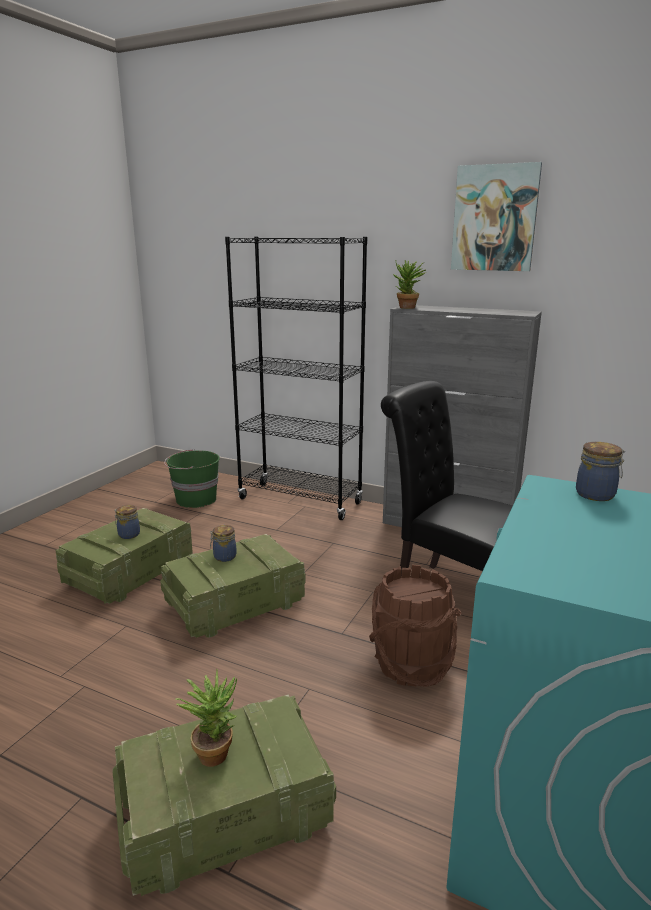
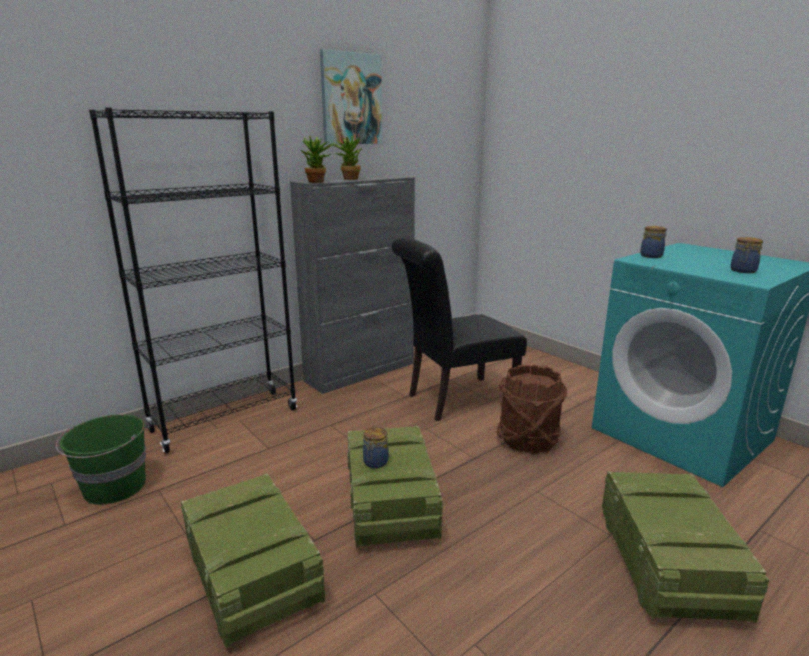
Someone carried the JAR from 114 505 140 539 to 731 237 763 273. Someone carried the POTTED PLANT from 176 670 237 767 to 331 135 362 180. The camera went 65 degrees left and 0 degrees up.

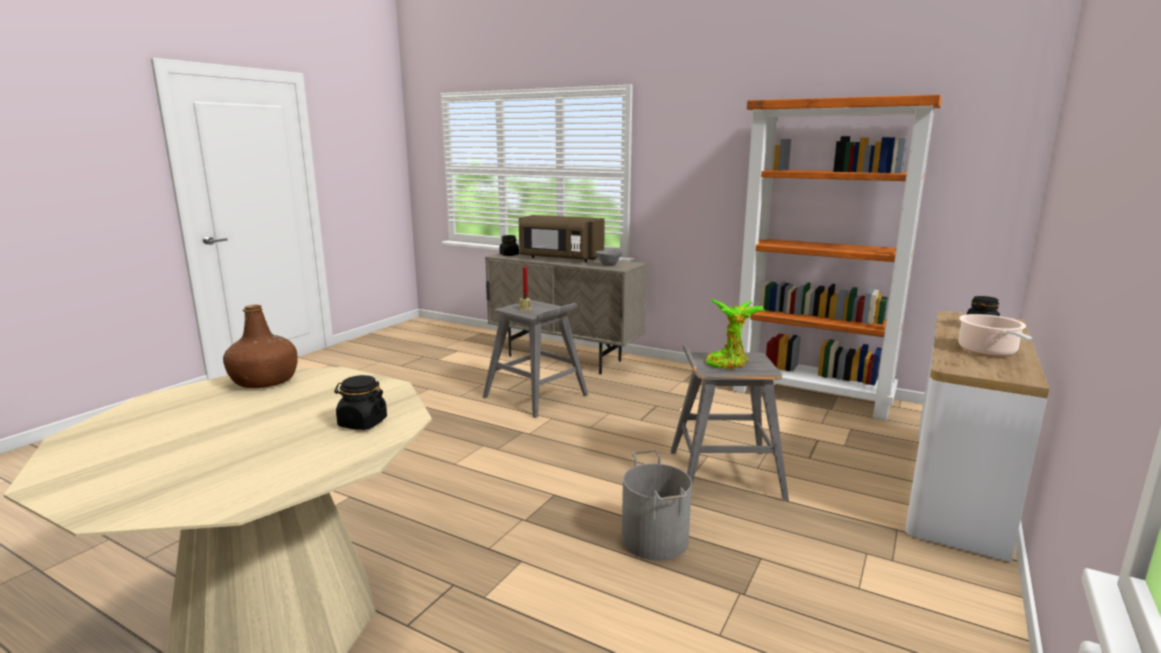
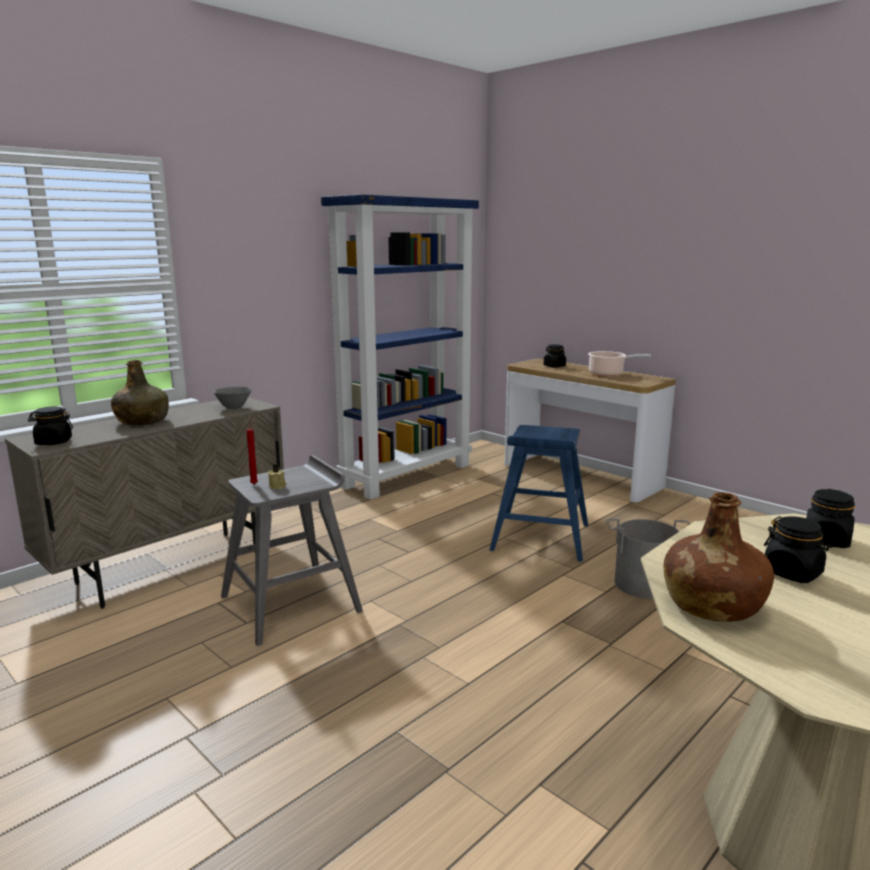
Someone repainted the ORANGE BOOKCASE at 733 95 942 420, which became the BLUE BOOKCASE at 321 194 479 500. Someone swapped the BROWN MICROWAVE at 519 215 605 262 for the GREEN BOTTLE at 111 360 169 425. Someone took away the POTTED PLANT at 706 299 766 369. Someone repainted the GREY STOOL at 670 344 789 501, which became the BLUE STOOL at 489 425 588 562. Someone put down the BLACK JAR at 764 516 833 583. The camera went 75 degrees left and 0 degrees up.

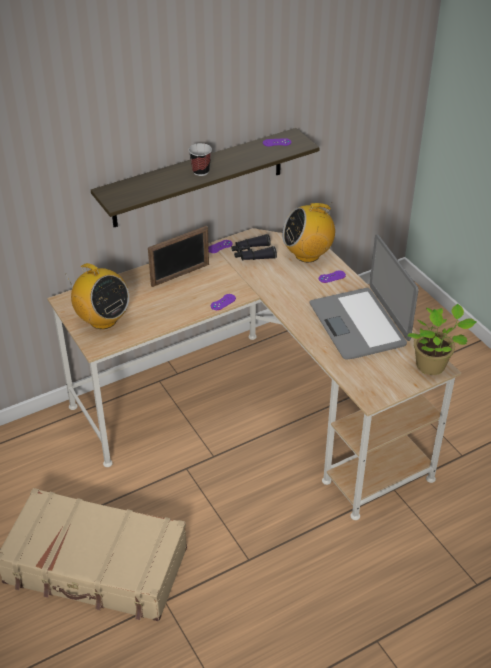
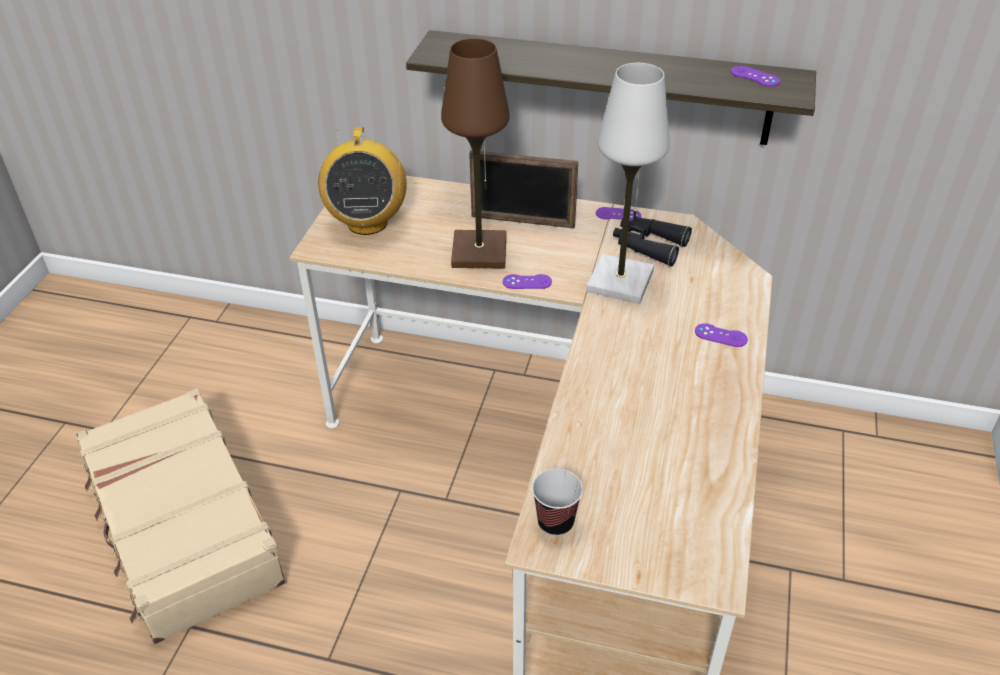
Someone carried the CUP from 189 143 212 176 to 532 469 583 536. Someone took away the RADIO at 282 202 335 262. Someone took away the LAPTOP at 310 234 419 360. Someone took away the POTTED PLANT at 407 304 476 375. Someone put down the BROWN TABLE LAMP at 441 38 510 268. Someone put down the WHITE TABLE LAMP at 586 63 670 304. The camera went 45 degrees right and 0 degrees up.

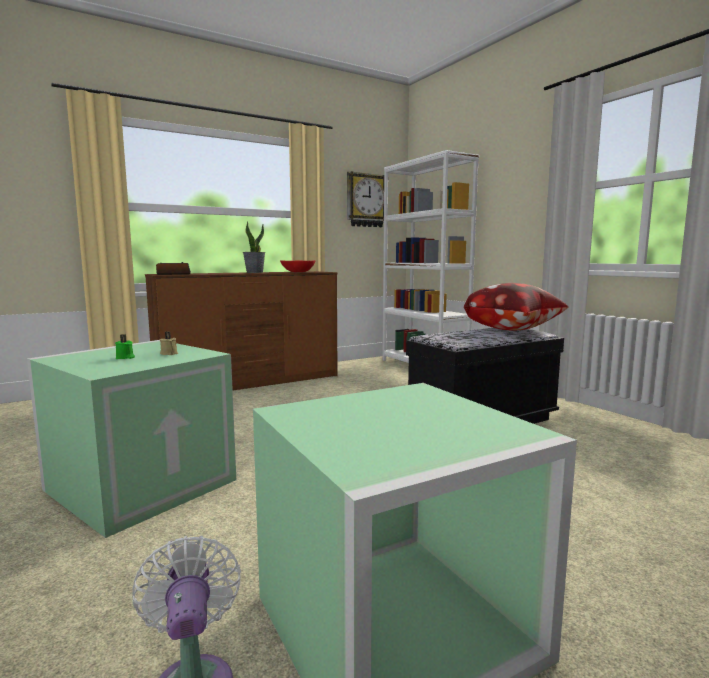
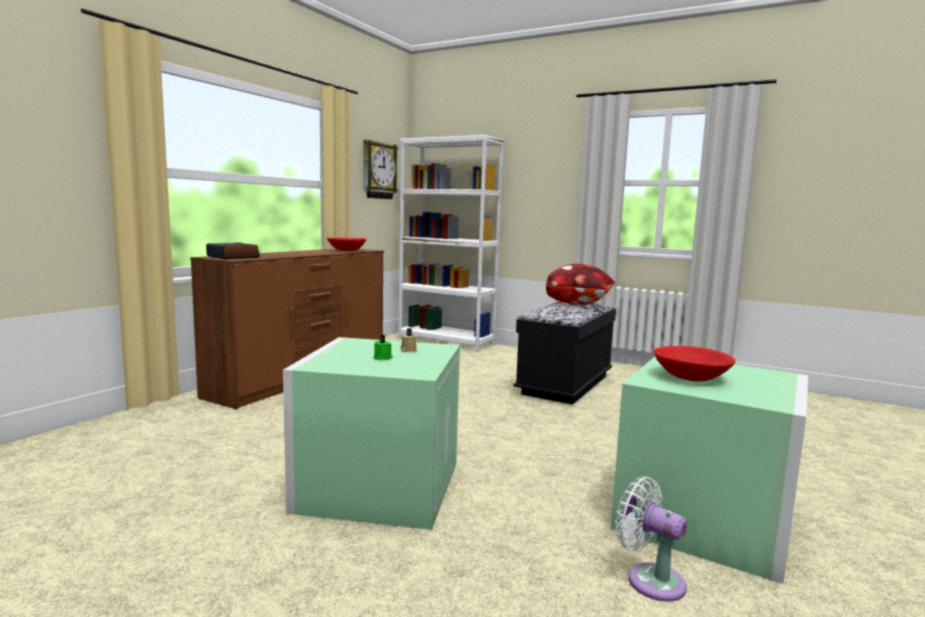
Someone took away the POTTED PLANT at 243 222 266 273. Someone put down the RED BOWL at 653 346 736 381. The camera went 30 degrees left and 0 degrees up.

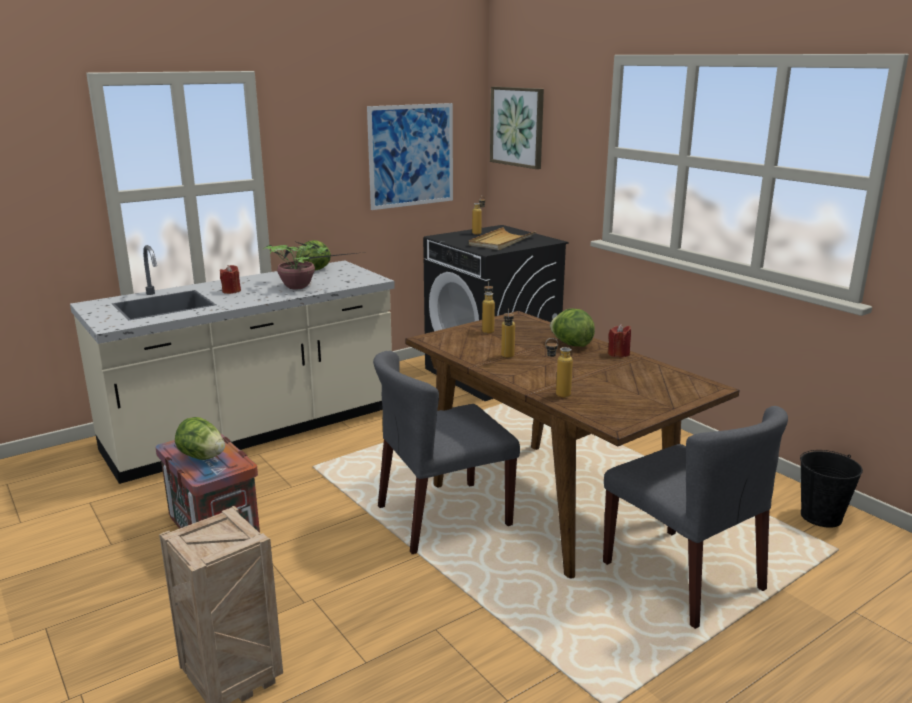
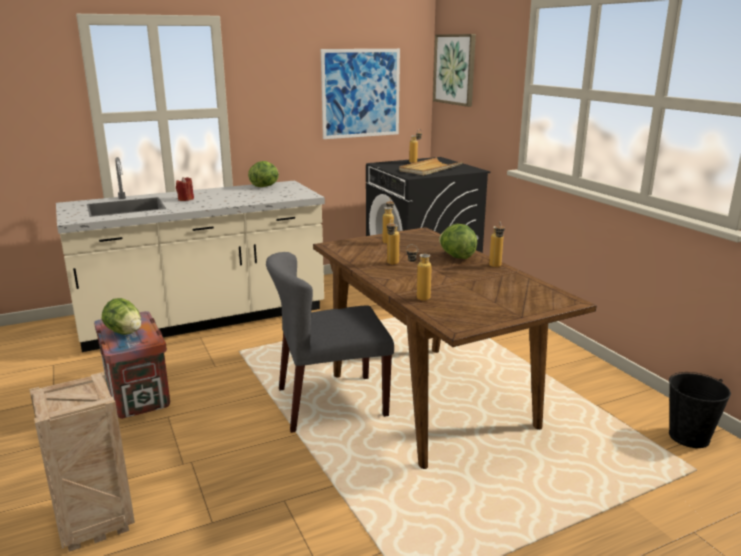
Someone took away the POTTED PLANT at 262 241 365 290. Someone swapped the RED CANDLE at 608 324 631 357 for the BOTTLE at 489 222 505 267. Someone took away the GREY CHAIR at 603 406 788 629. The camera went 10 degrees right and 0 degrees up.

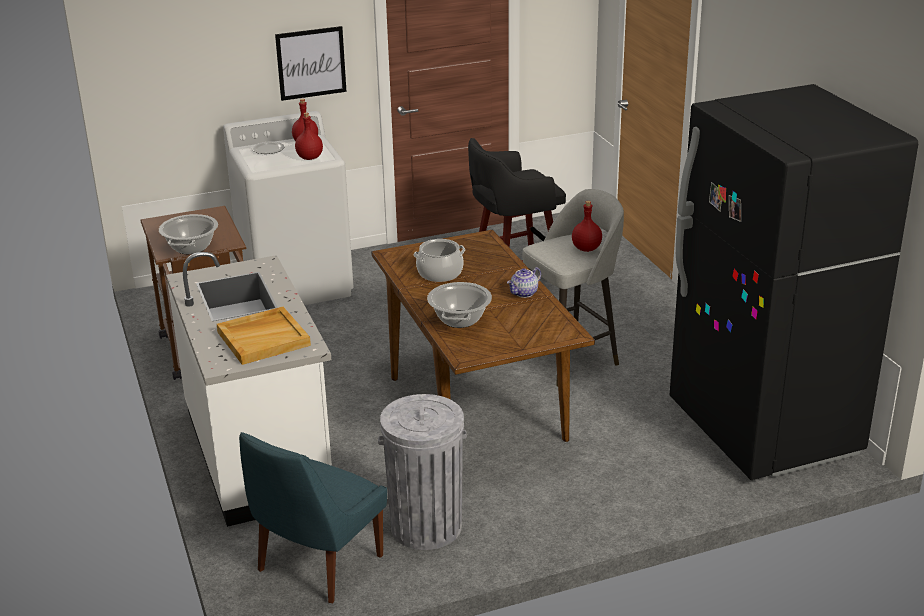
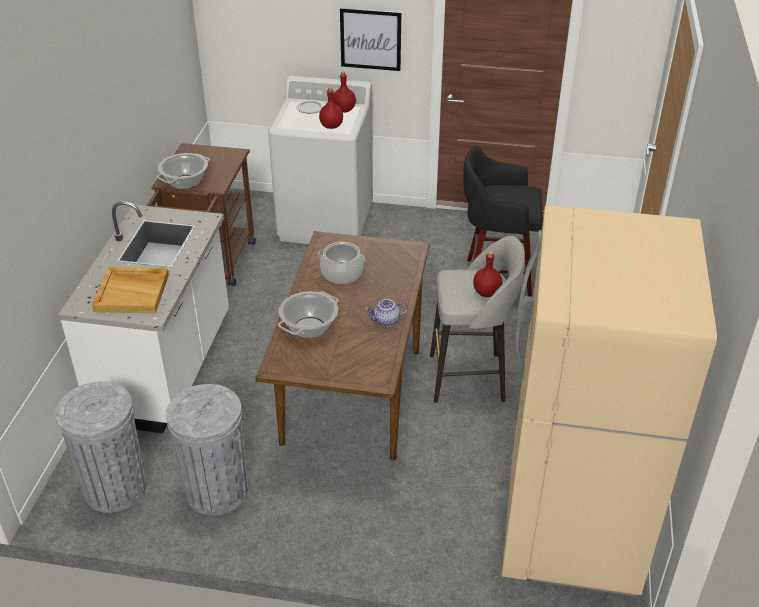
Someone repainted the BLACK FRIDGE at 670 84 918 480, which became the BEIGE FRIDGE at 502 205 717 596. Someone swapped the BLUE CHAIR at 239 432 387 603 for the GREY TRASH CAN at 55 381 147 513. The camera went 30 degrees right and 10 degrees up.

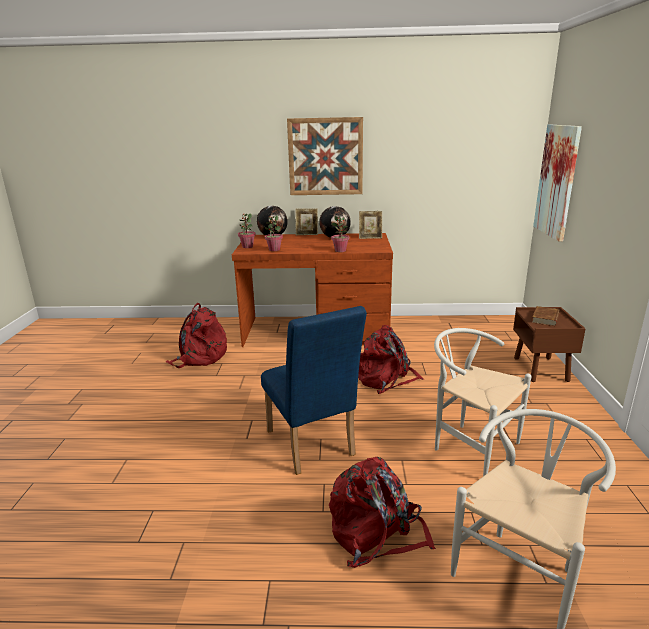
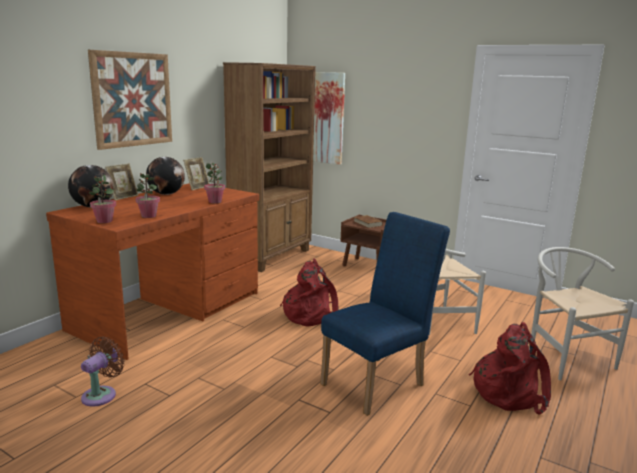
Someone swapped the RED BACKPACK at 165 303 227 368 for the BROWN FAN at 81 336 125 406. Someone rotated the BLUE CHAIR at 261 306 367 475 by 45 degrees counterclockwise. Someone put down the BROWN BOOKCASE at 223 62 316 272. The camera went 60 degrees left and 5 degrees down.

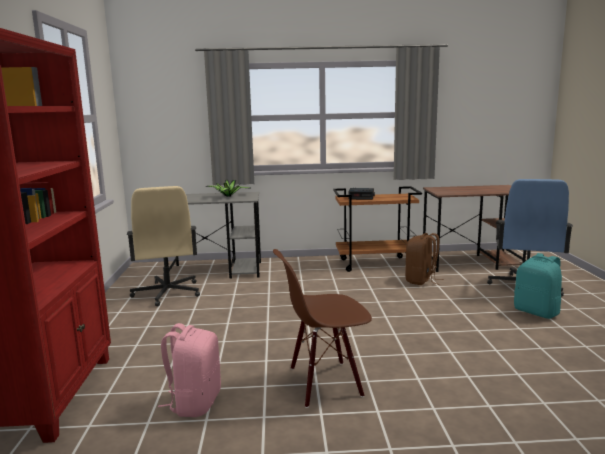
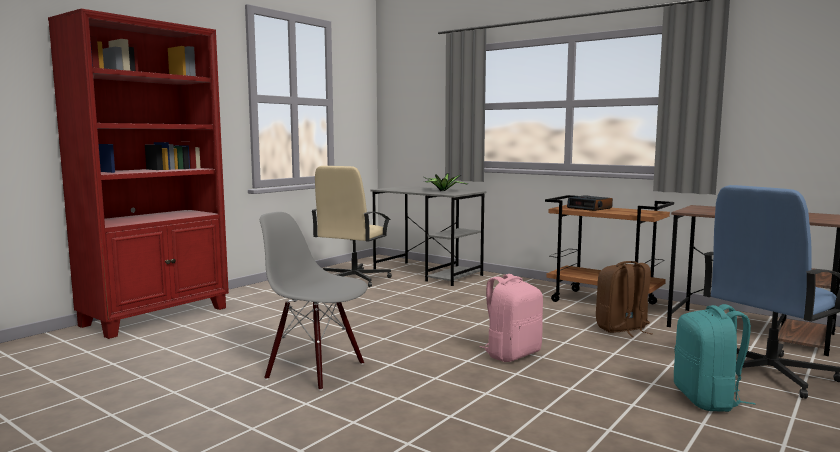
Someone repainted the BROWN CHAIR at 273 249 372 408, which became the GREY CHAIR at 260 212 368 391. Someone carried the PINK BACKPACK from 158 323 221 417 to 479 274 543 362. The camera went 40 degrees right and 5 degrees down.

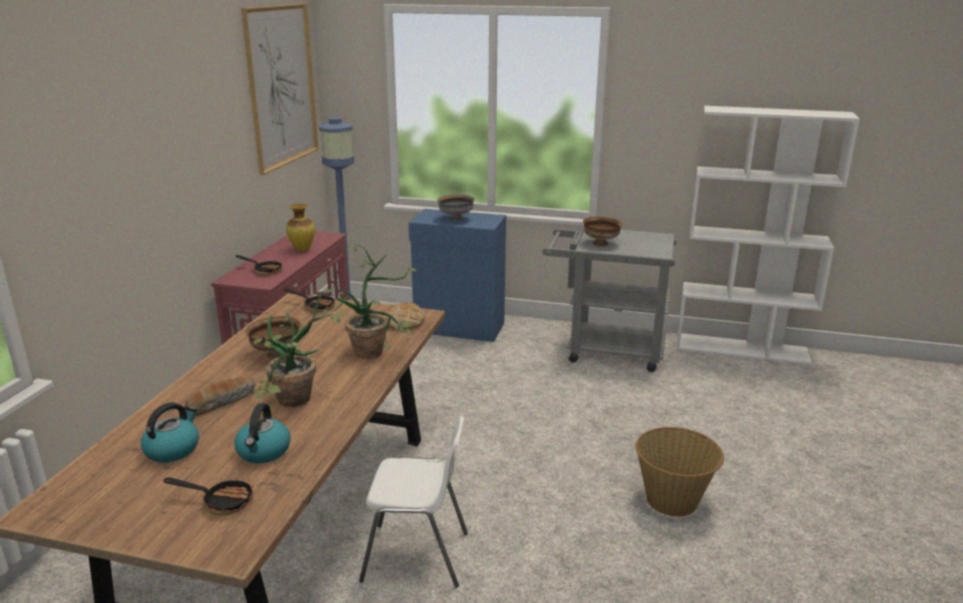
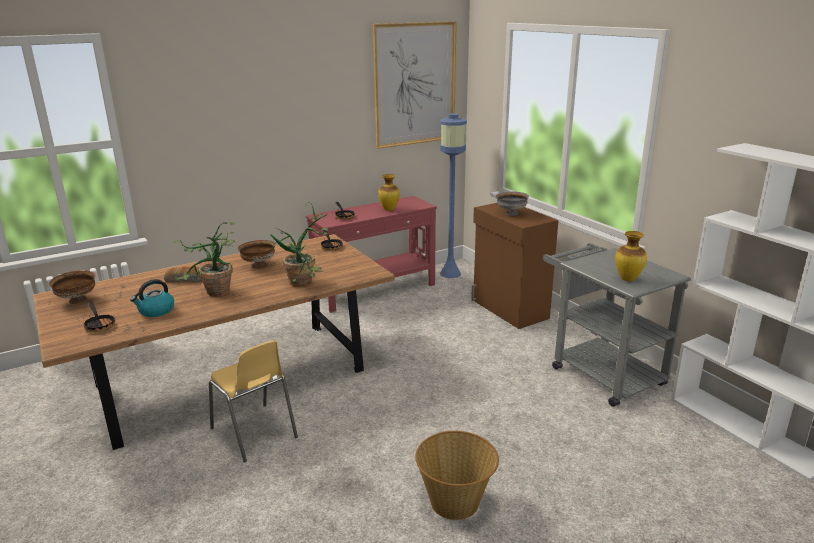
Someone repainted the BLUE CABINET at 409 209 506 342, which became the BROWN CABINET at 471 203 559 329. Someone carried the BROWN BOWL from 583 217 623 246 to 49 270 95 304. Someone took away the BREAD at 384 302 425 329. Someone took away the KETTLE at 141 402 199 463. Someone repainted the WHITE CHAIR at 359 416 468 588, which became the YELLOW CHAIR at 209 340 298 462. Someone put down the VASE at 615 231 647 281. The camera went 45 degrees right and 0 degrees up.

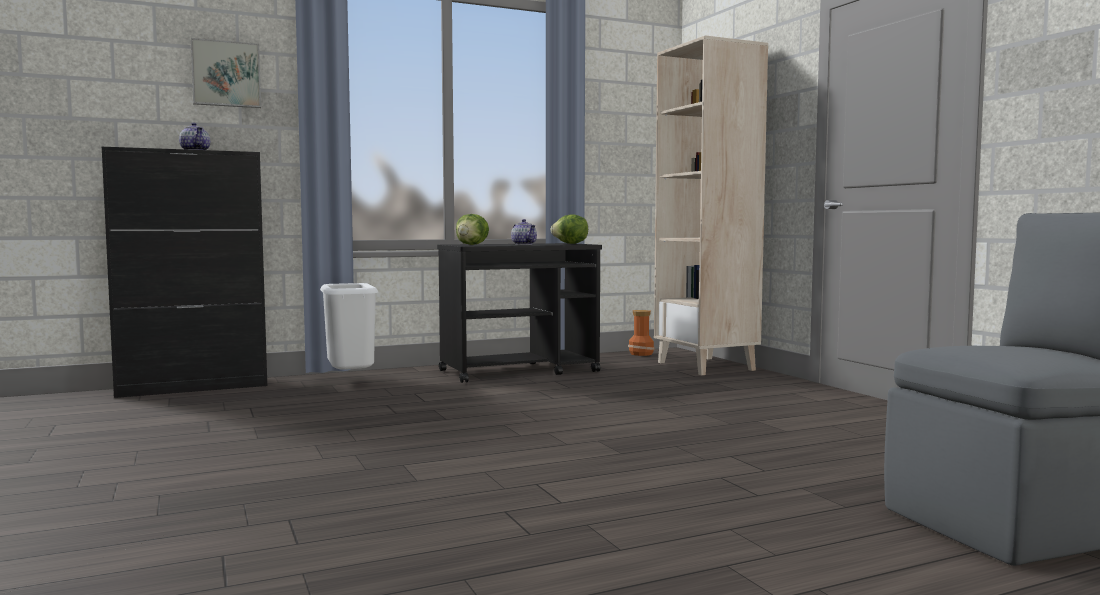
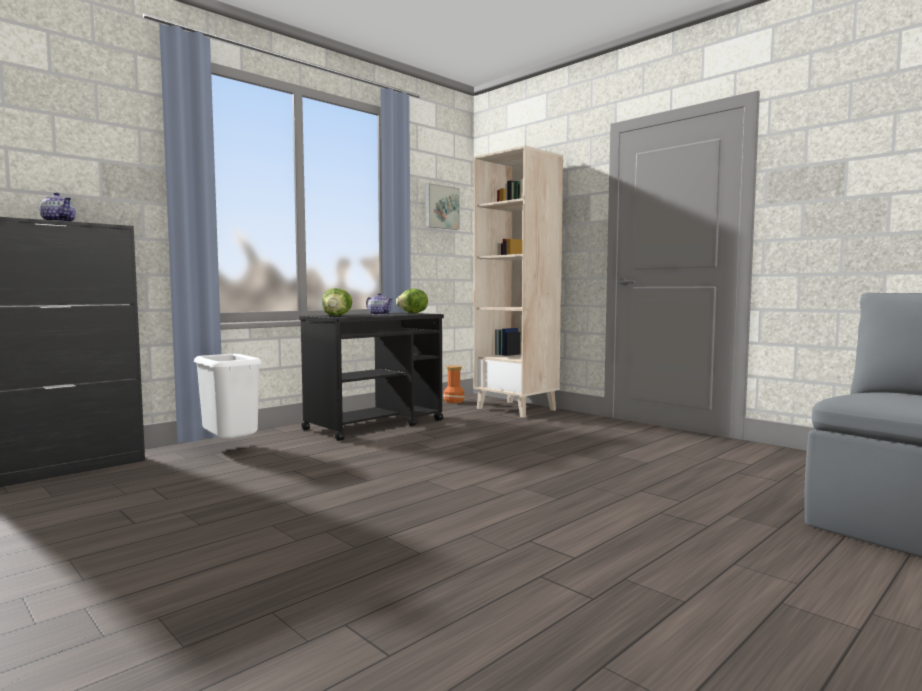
Someone carried the PICTURE from 191 38 261 108 to 425 183 460 230. The camera went 20 degrees left and 0 degrees up.

